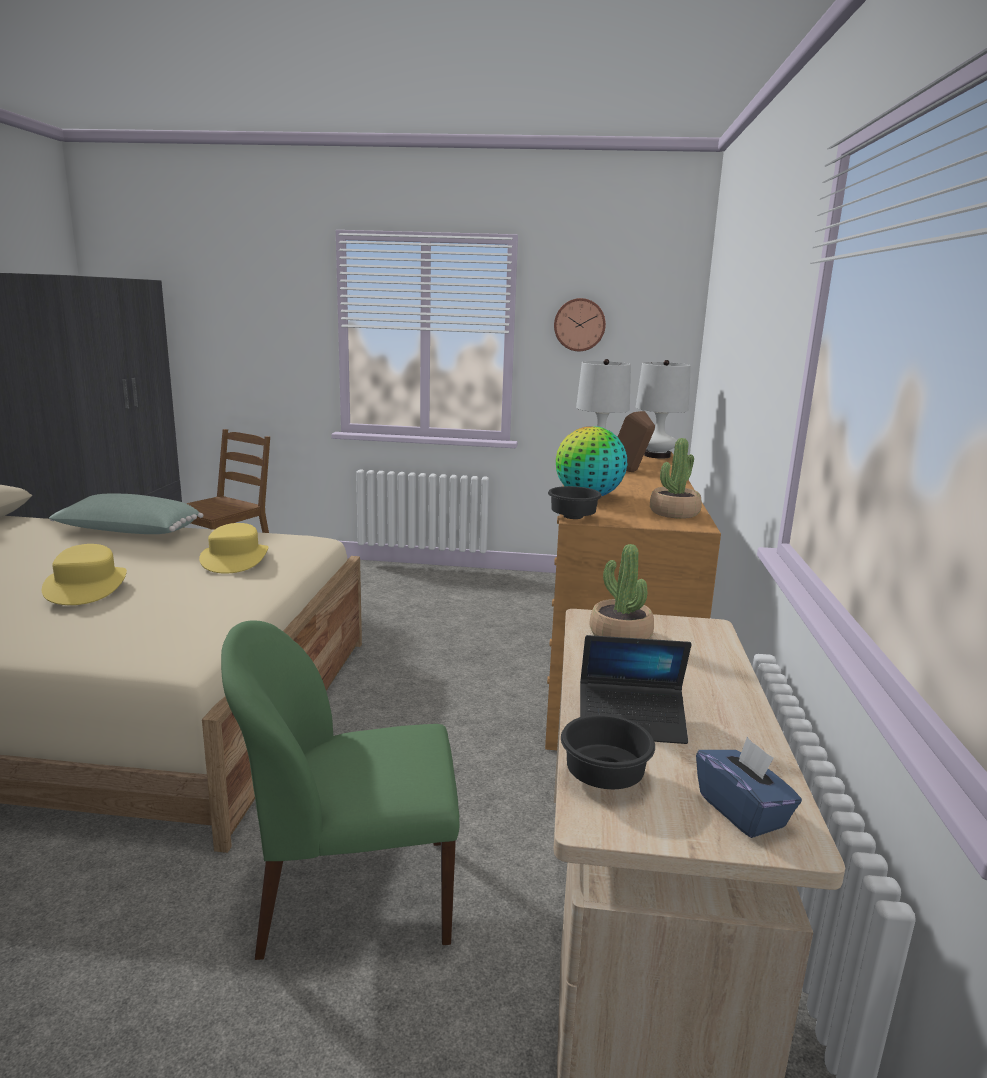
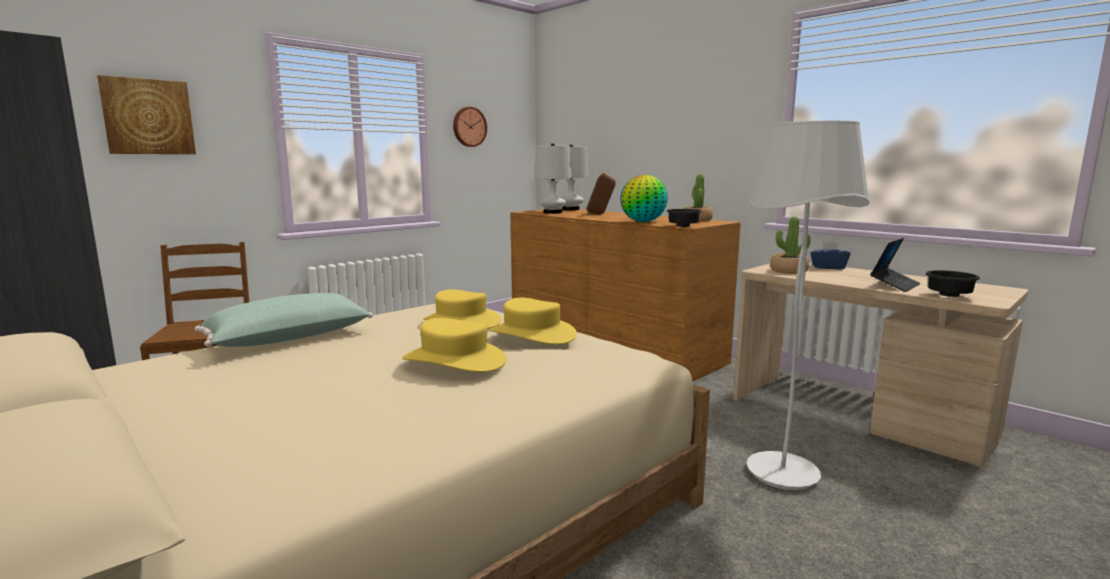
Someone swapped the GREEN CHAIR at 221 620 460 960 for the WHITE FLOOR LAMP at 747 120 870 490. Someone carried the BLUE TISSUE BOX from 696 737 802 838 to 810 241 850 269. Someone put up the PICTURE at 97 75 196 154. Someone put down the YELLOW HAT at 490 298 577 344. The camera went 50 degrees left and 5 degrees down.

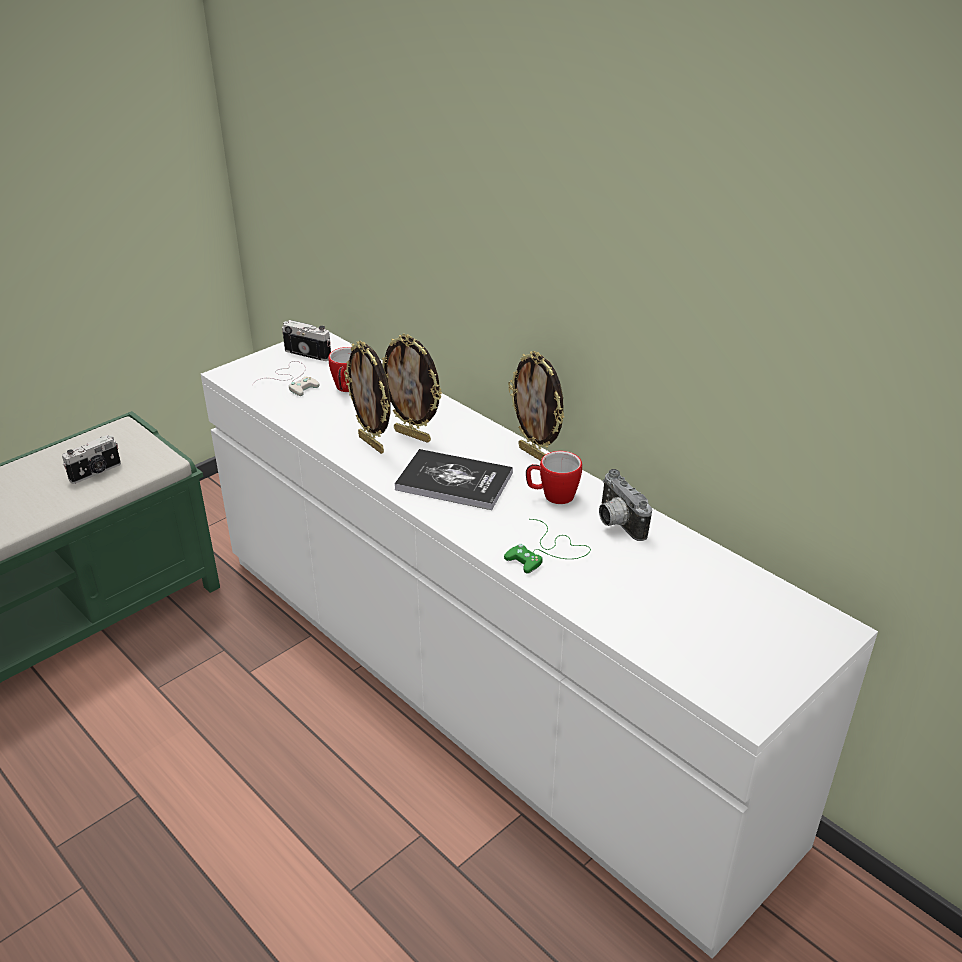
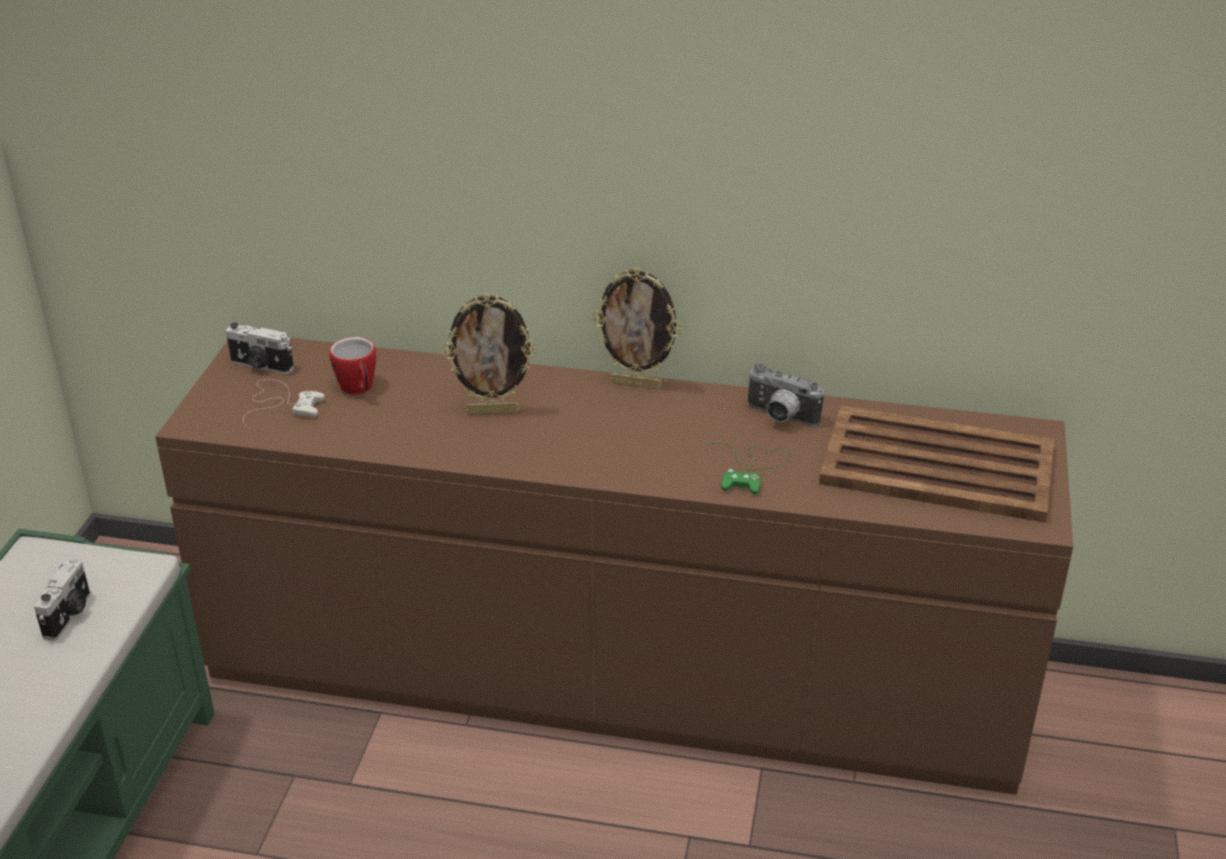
Someone rotated the PHOTO CAMERA at 282 320 331 361 by 150 degrees counterclockwise. Someone repainted the WHITE DRESSER at 201 332 878 959, which became the BROWN DRESSER at 155 338 1073 795. Someone took away the PICTURE FRAME at 344 341 391 454. Someone took away the BOOK at 394 449 513 510. Someone took away the MUG at 526 451 582 504. Someone put down the BROWN TRAY at 819 405 1055 522. The camera went 35 degrees left and 0 degrees up.

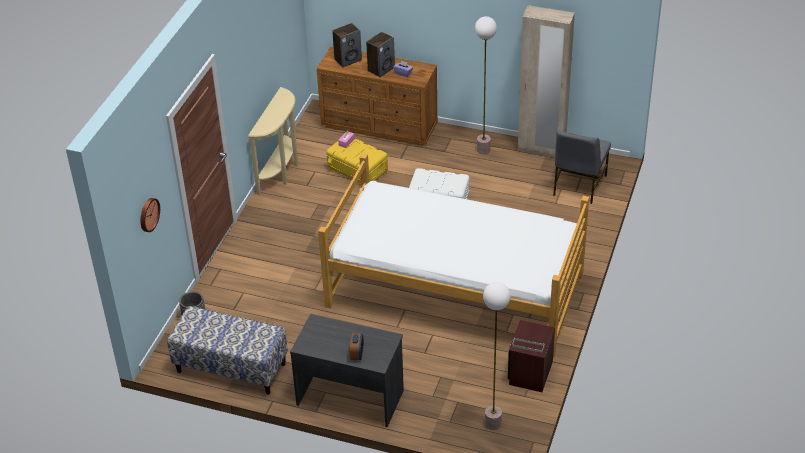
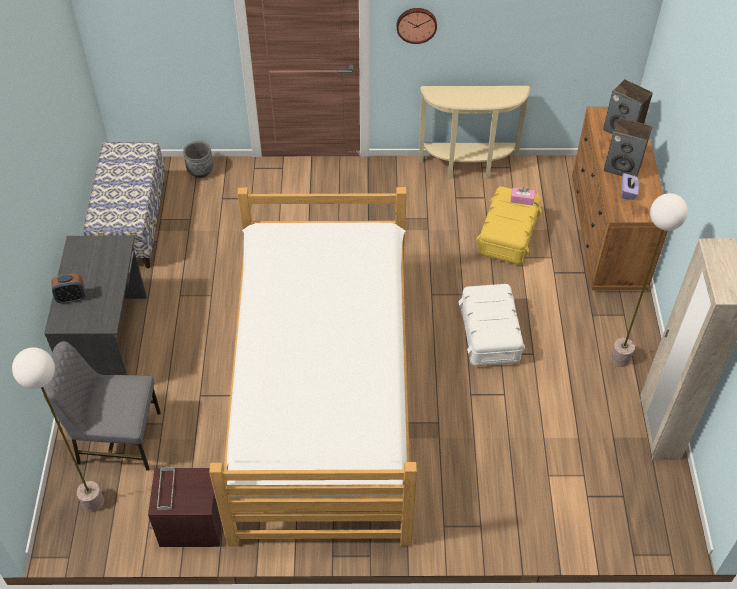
Someone carried the GREY CHAIR from 553 130 611 204 to 43 341 161 471. Someone carried the WALL CLOCK from 141 198 160 232 to 397 8 437 44. The camera went 70 degrees right and 10 degrees up.

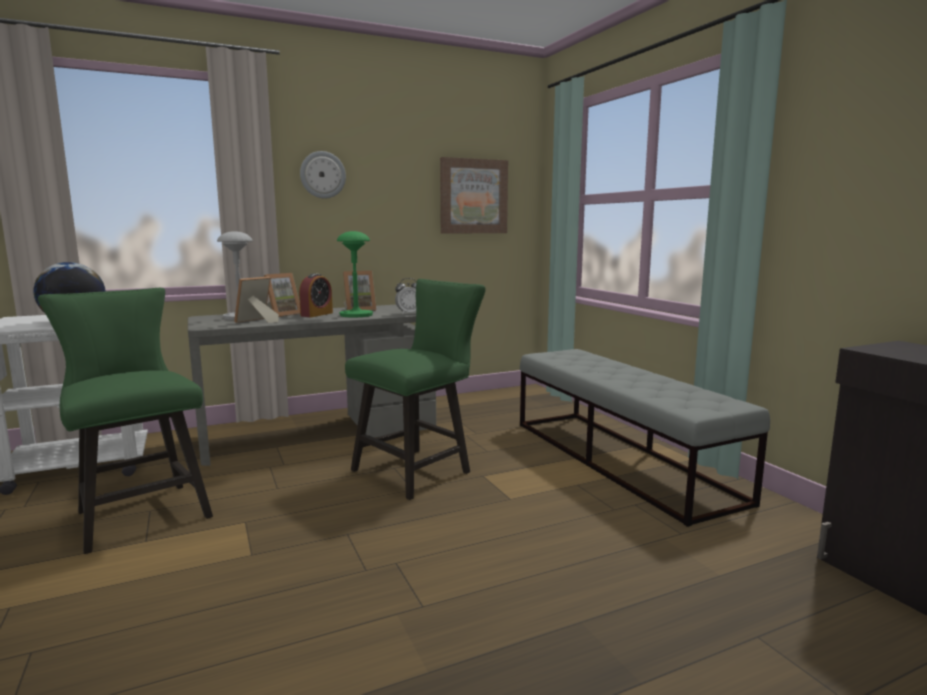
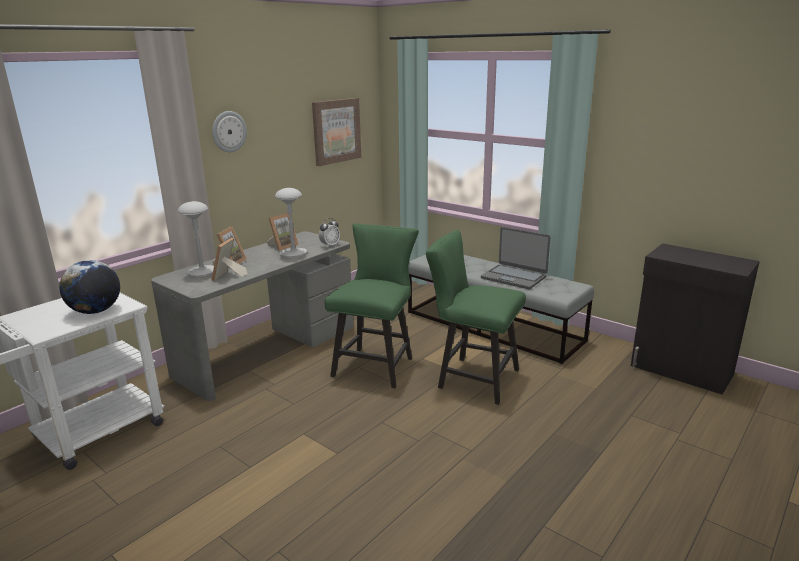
Someone repainted the GREEN TABLE LAMP at 337 231 373 317, which became the GREY TABLE LAMP at 275 188 307 258. Someone took away the ALARM CLOCK at 299 274 333 317. Someone carried the GREEN CHAIR from 38 288 213 554 to 426 230 526 405. Someone put down the LAPTOP at 481 227 550 289. The camera went 25 degrees left and 10 degrees up.

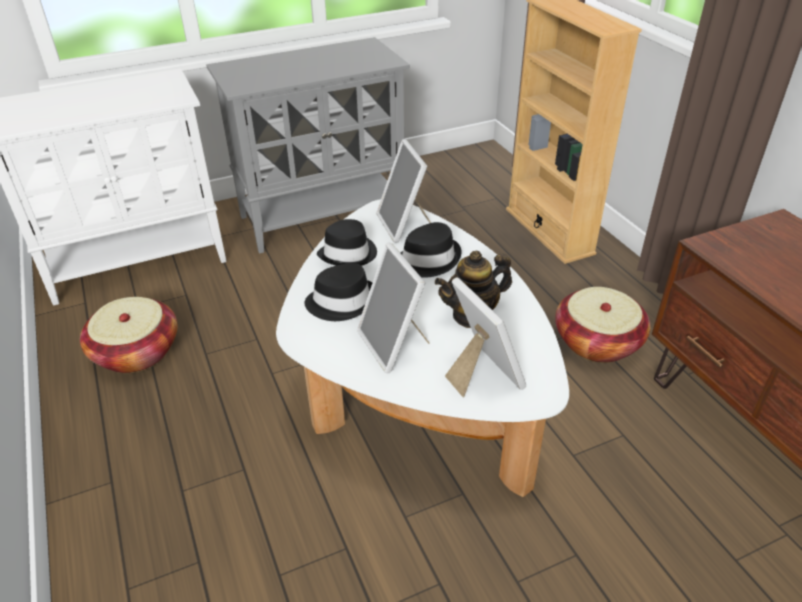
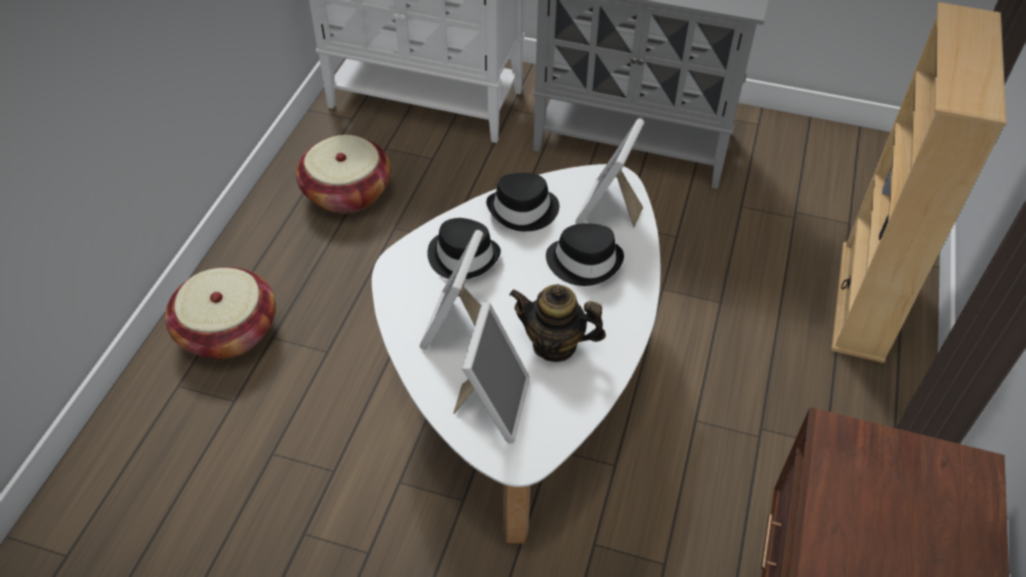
Someone carried the BASKET from 555 287 651 363 to 165 267 276 359. The camera went 40 degrees right and 10 degrees up.

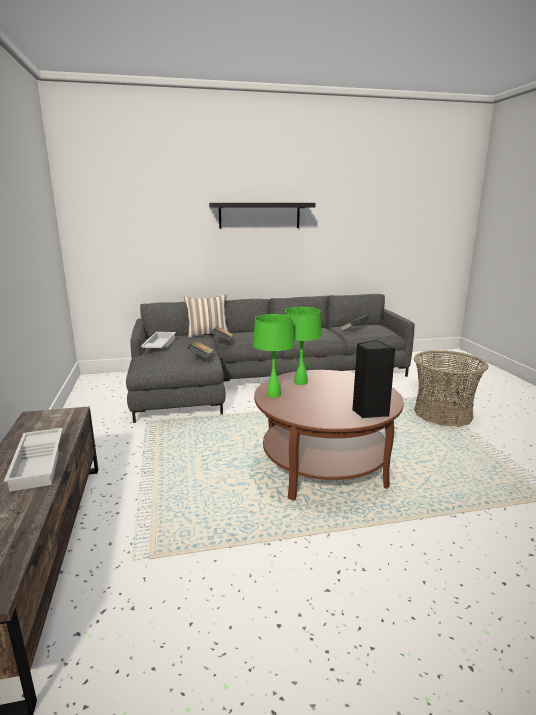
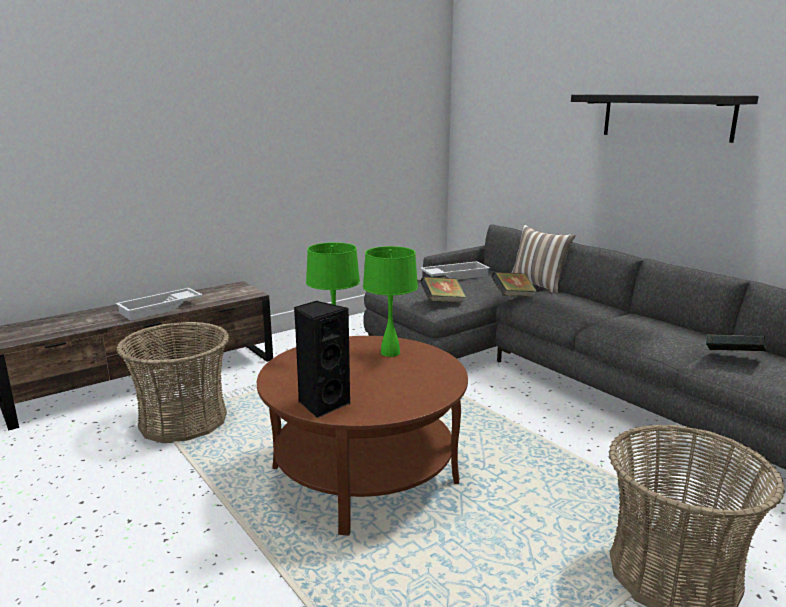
Someone put down the BASKET at 116 322 229 443. The camera went 65 degrees right and 0 degrees up.

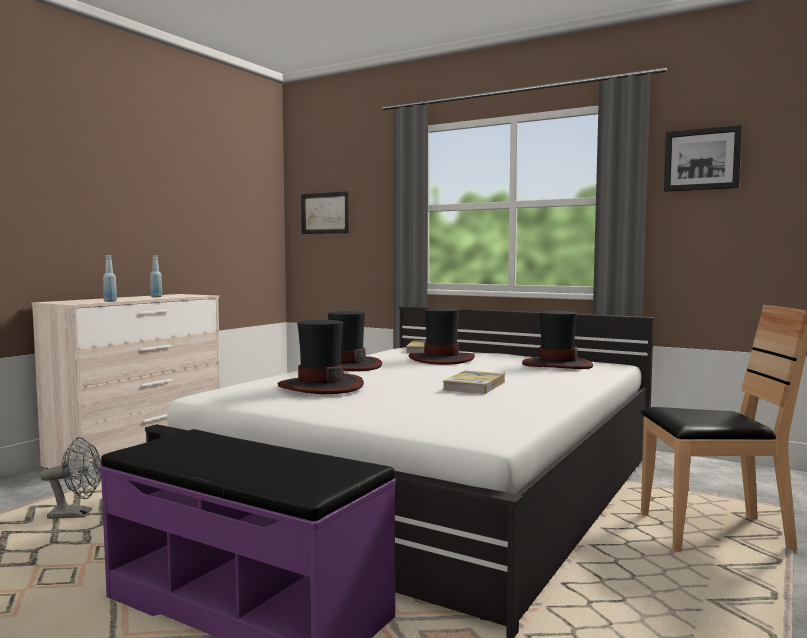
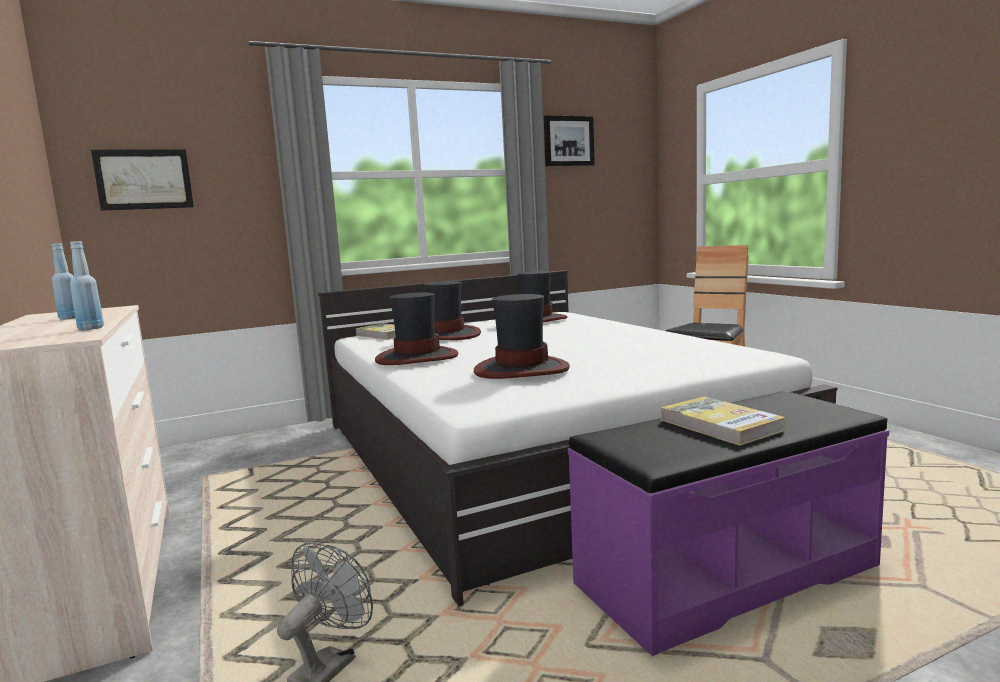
Someone carried the BOOK from 443 370 505 394 to 661 396 785 446. The camera went 55 degrees left and 5 degrees up.

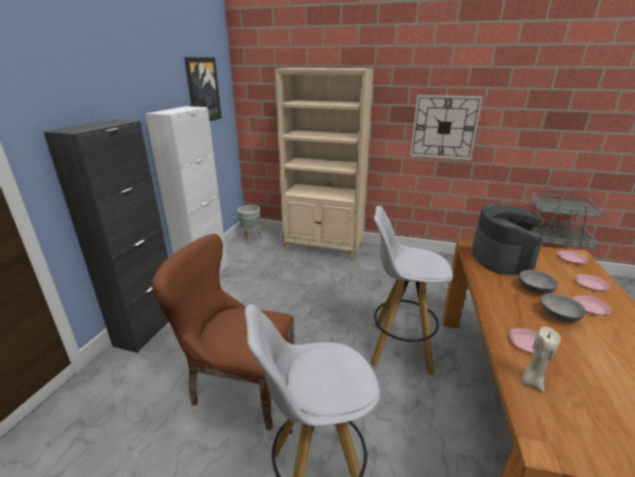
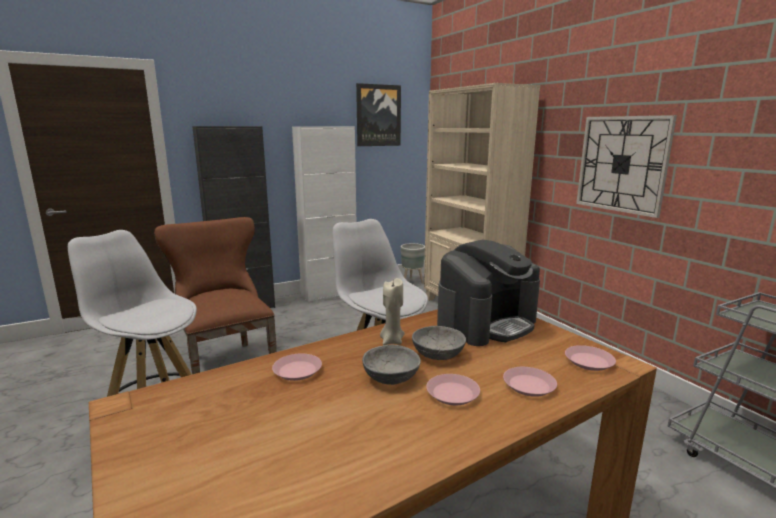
Someone carried the BEIGE CANDLE from 521 327 561 392 to 380 278 405 345. The camera went 45 degrees right and 10 degrees down.

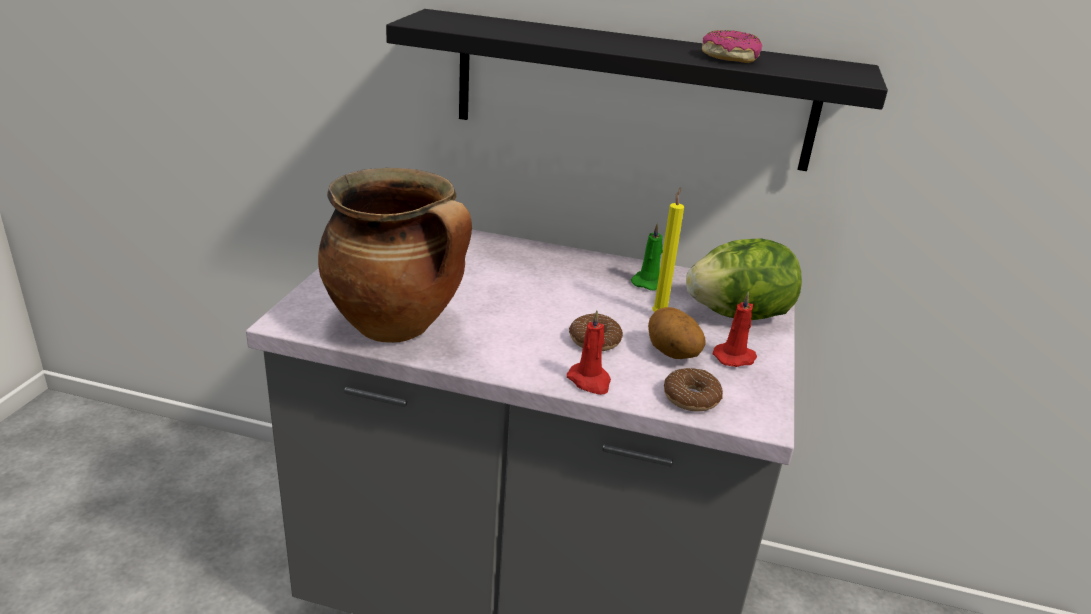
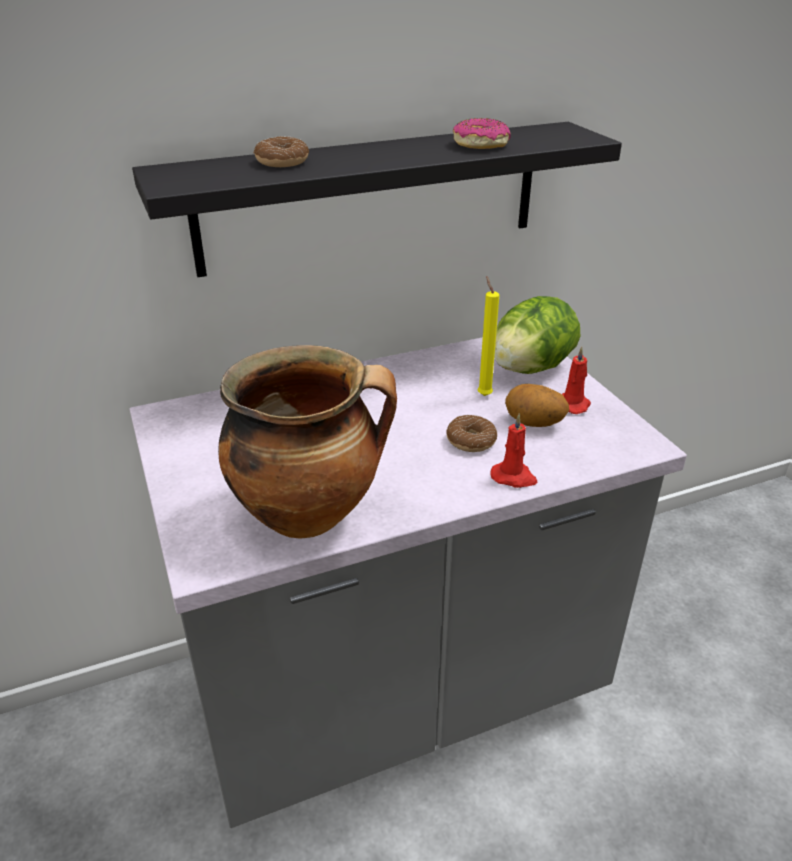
Someone took away the GREEN CANDLE at 631 223 663 291. Someone carried the DONUT from 664 368 723 412 to 254 136 309 167. The camera went 35 degrees left and 5 degrees up.

